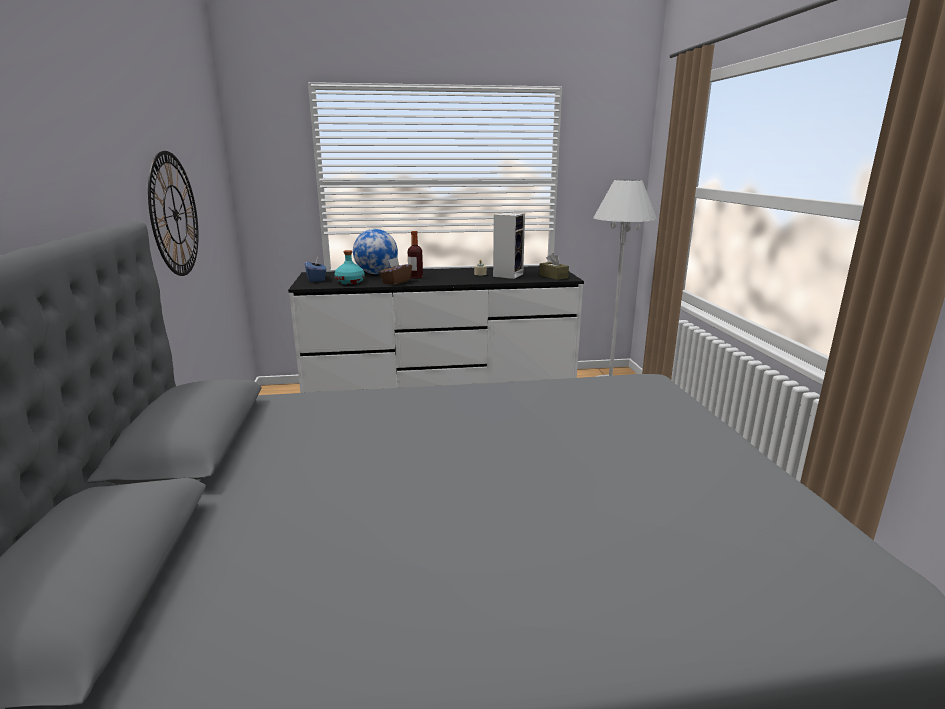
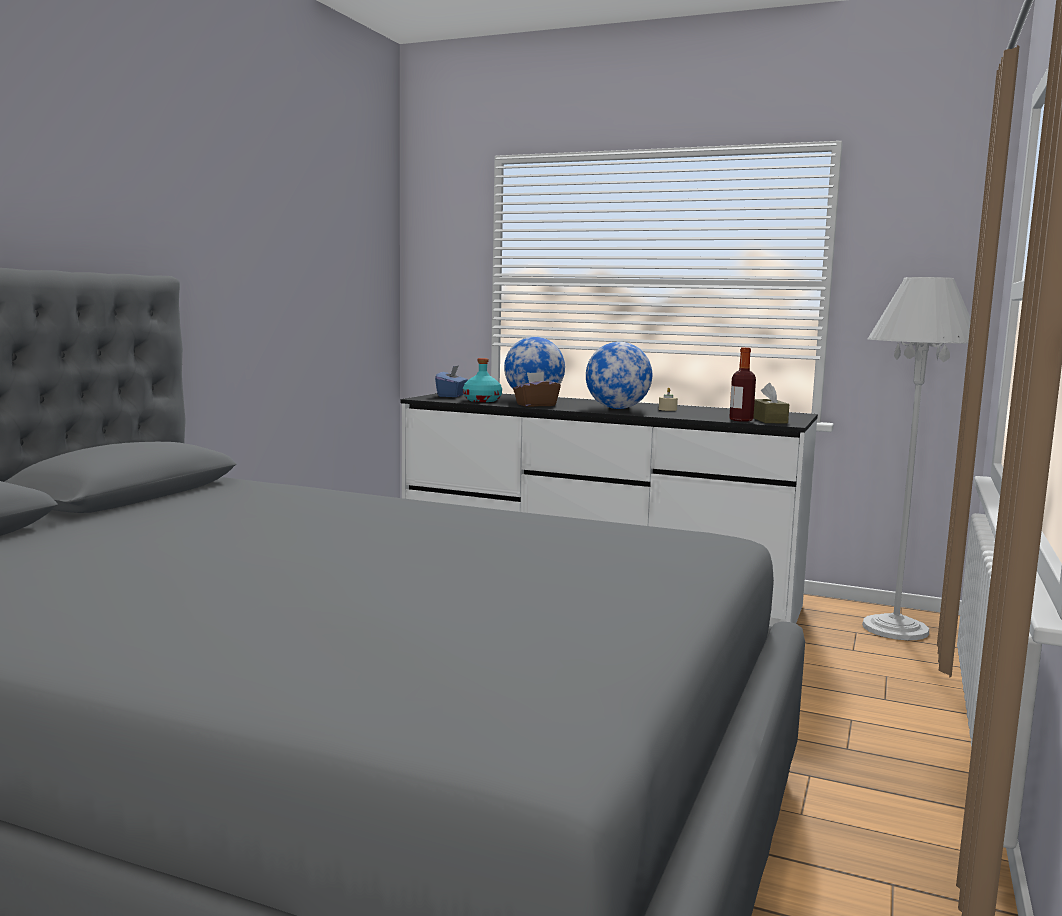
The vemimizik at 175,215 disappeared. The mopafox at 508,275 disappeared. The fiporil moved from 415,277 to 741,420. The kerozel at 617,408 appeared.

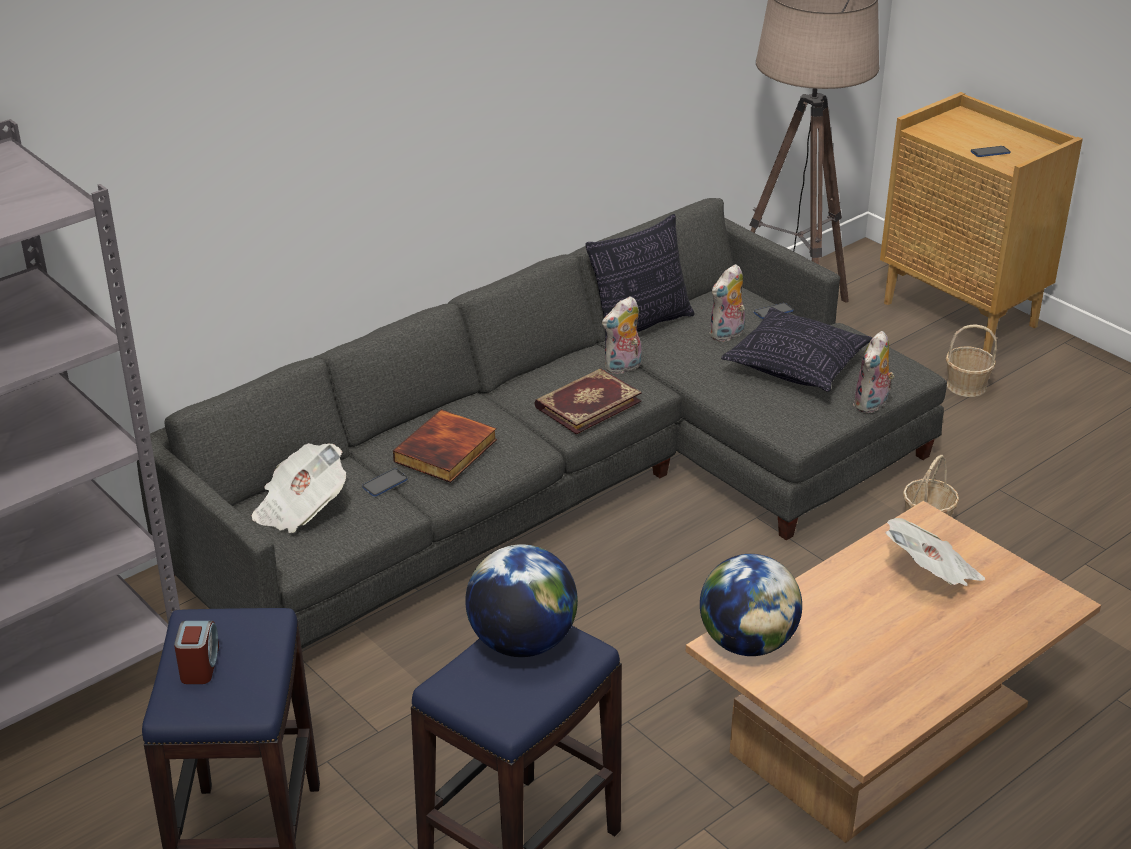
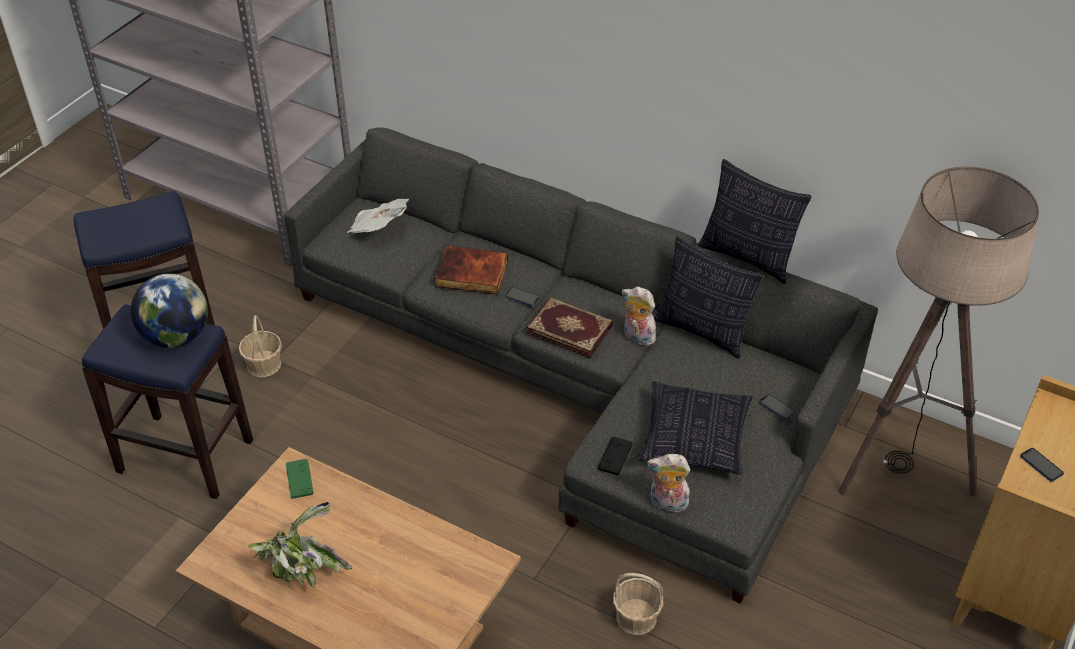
The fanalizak at 727,335 disappeared. The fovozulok moved from 966,386 to 264,364. The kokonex moved from 385,483 to 522,297. The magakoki at 931,575 disappeared. The kerozel at 747,643 was replaced by the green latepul at 299,479. The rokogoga at 200,665 disappeared. The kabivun at 747,257 appeared. The black latepul at 615,456 appeared. The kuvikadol at 300,572 appeared.

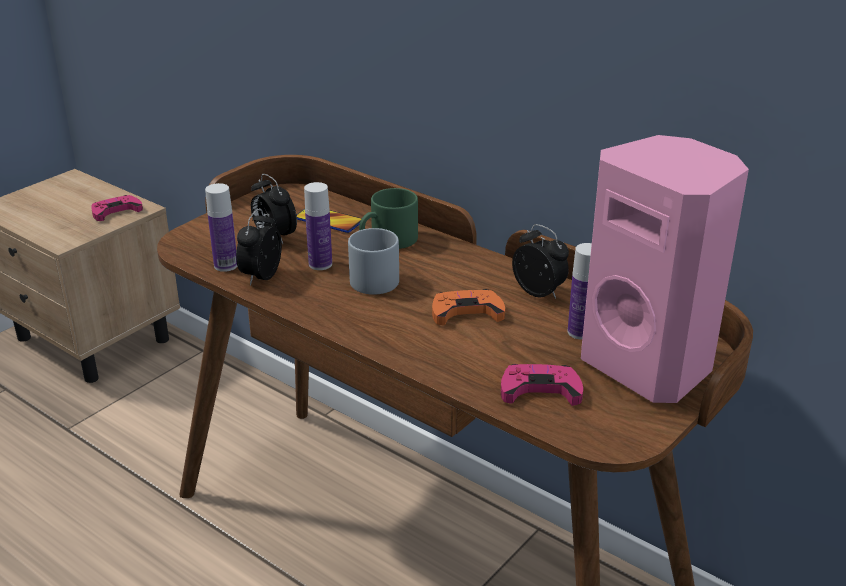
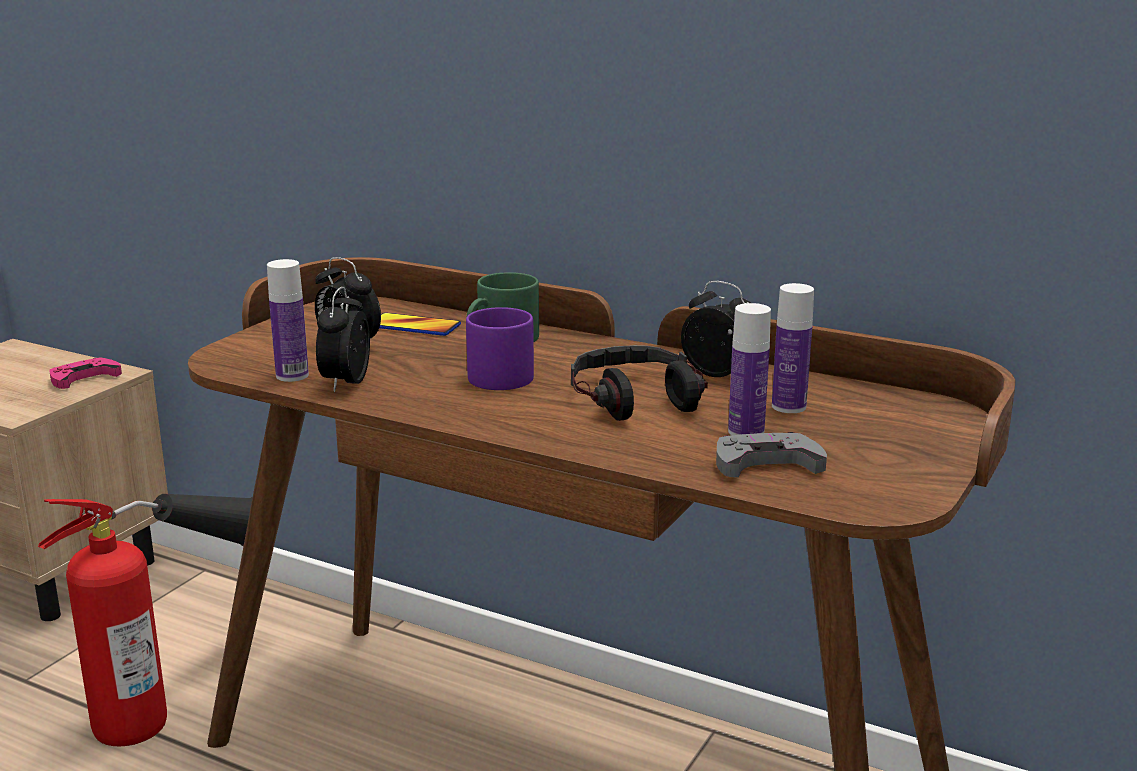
The pink mopafox at 649,366 disappeared. The fiporil moved from 320,264 to 746,432. The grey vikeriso at 372,277 became the purple vikeriso at 495,374. The orange latepul at 466,312 was replaced by the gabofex at 635,398. The pink latepul at 540,390 became the grey latepul at 766,463. The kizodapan at 183,691 appeared.

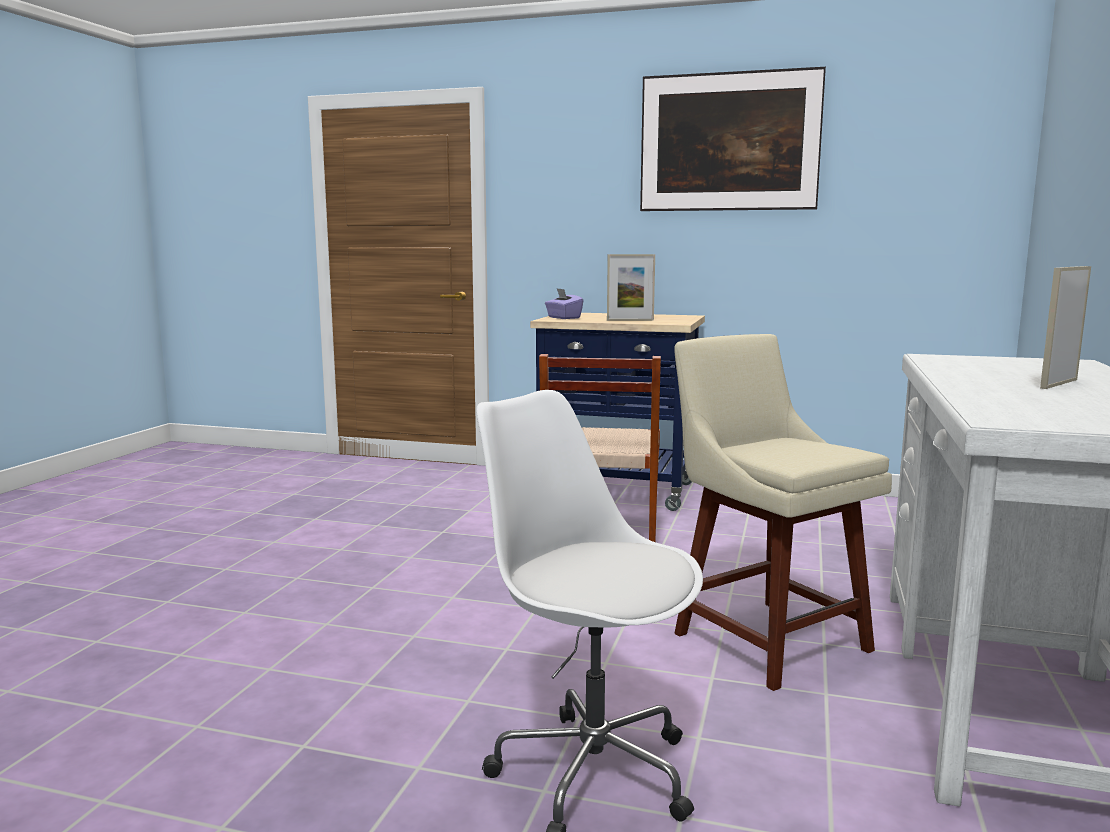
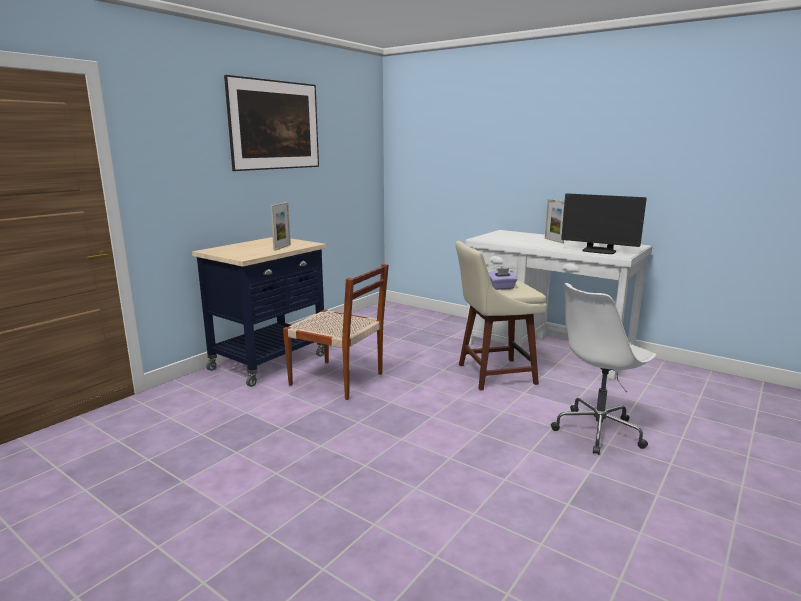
The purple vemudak moved from 563,318 to 501,288. The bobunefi at 599,251 appeared.

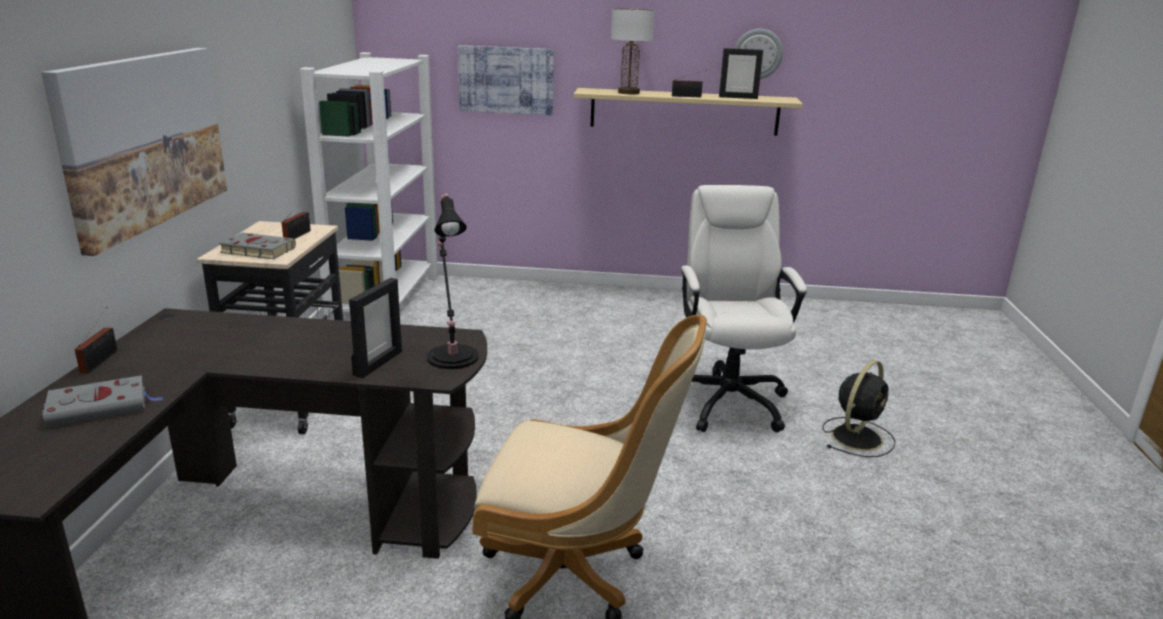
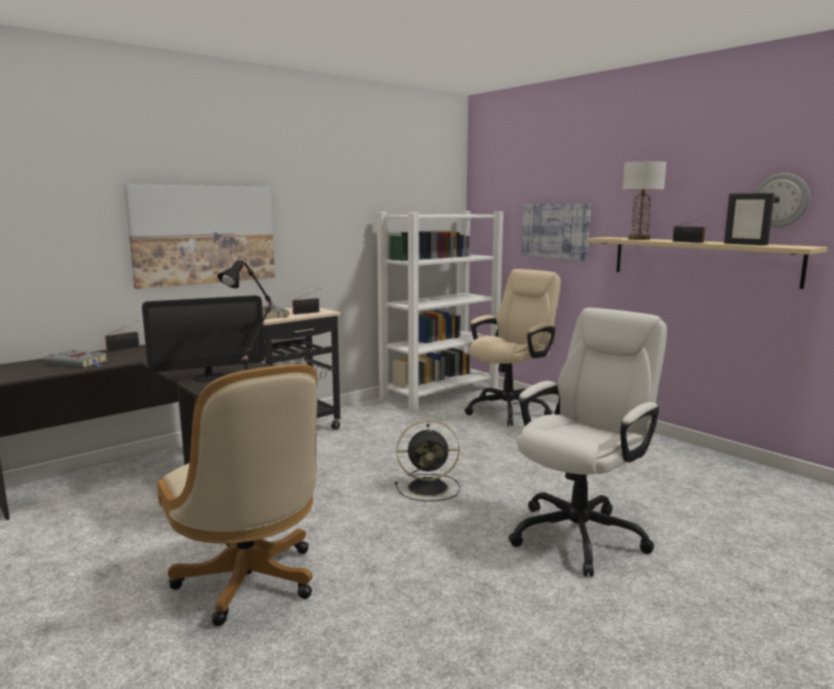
The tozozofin at 378,363 was replaced by the bobunefi at 209,377. The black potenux moved from 857,437 to 430,487. The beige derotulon at 510,410 appeared.

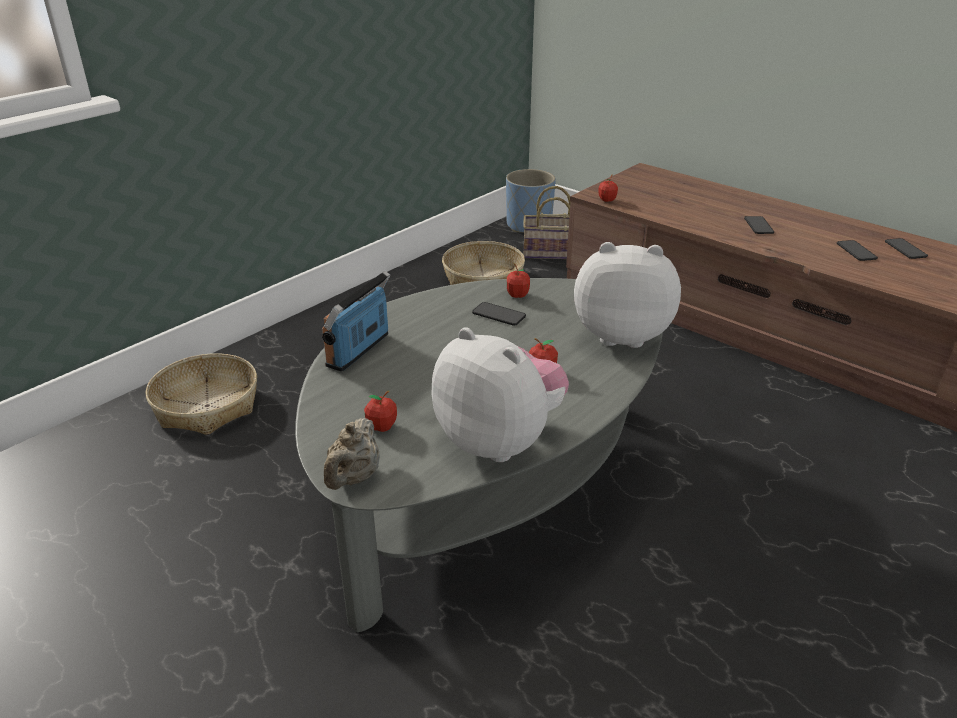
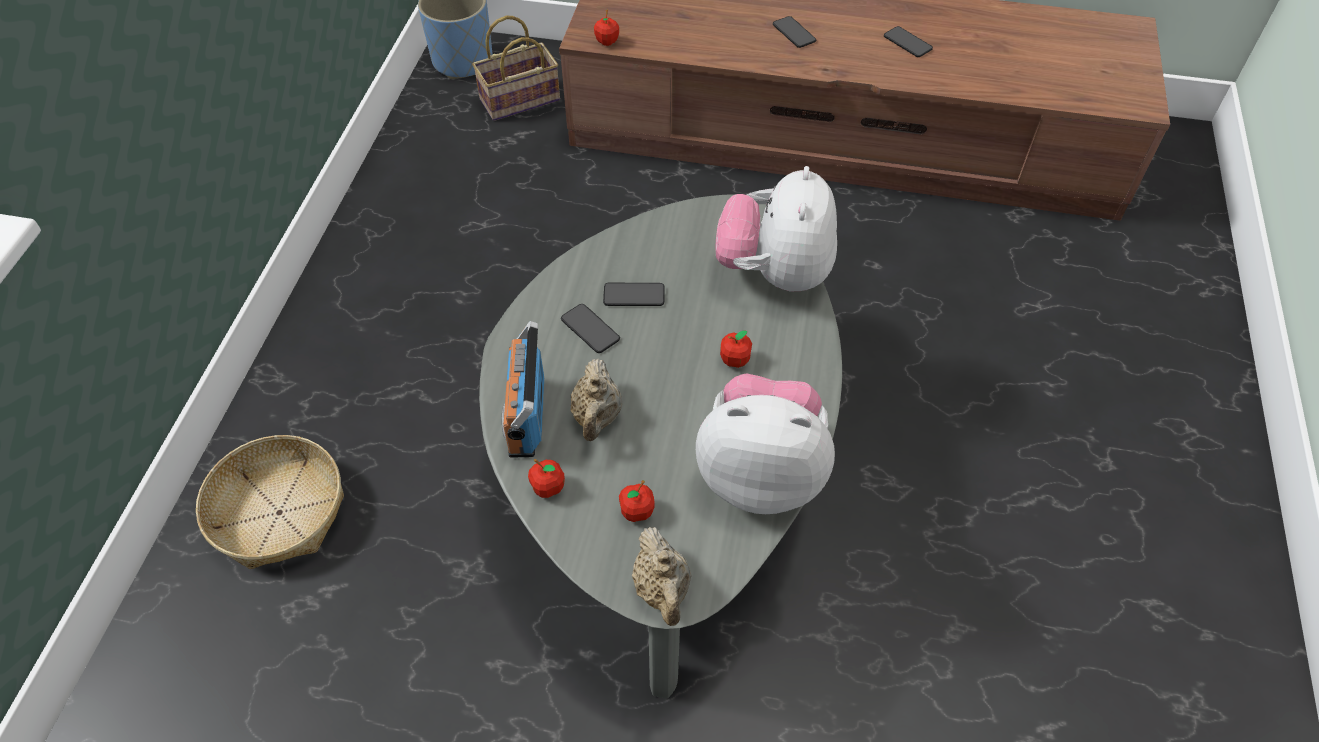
The kokonex moved from 905,249 to 590,329. The fovozulok at 483,278 disappeared. The fanalizak at 621,334 turned 60 degrees counterclockwise. The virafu moved from 517,295 to 548,488. The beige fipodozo at 597,417 appeared.

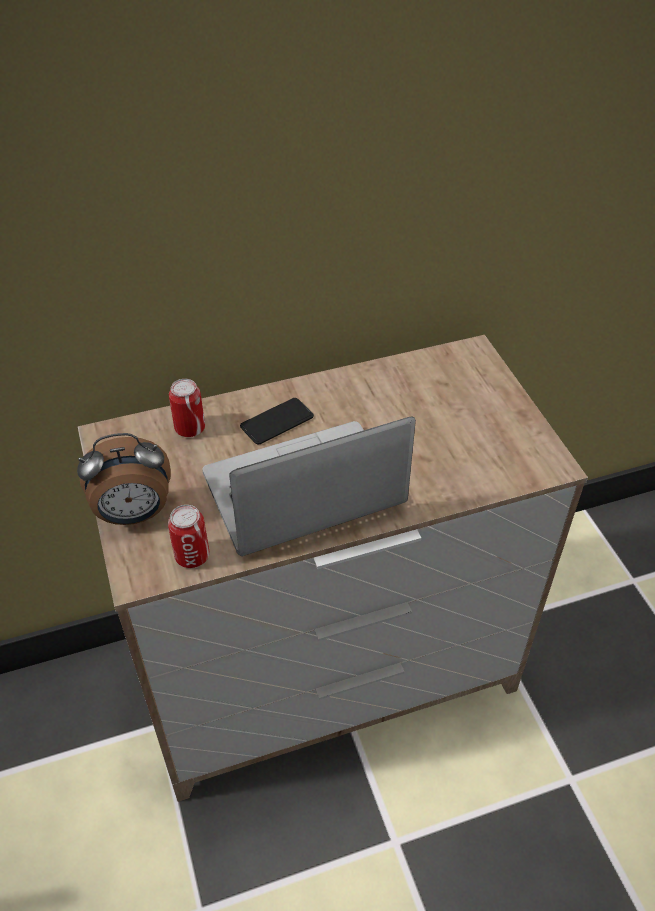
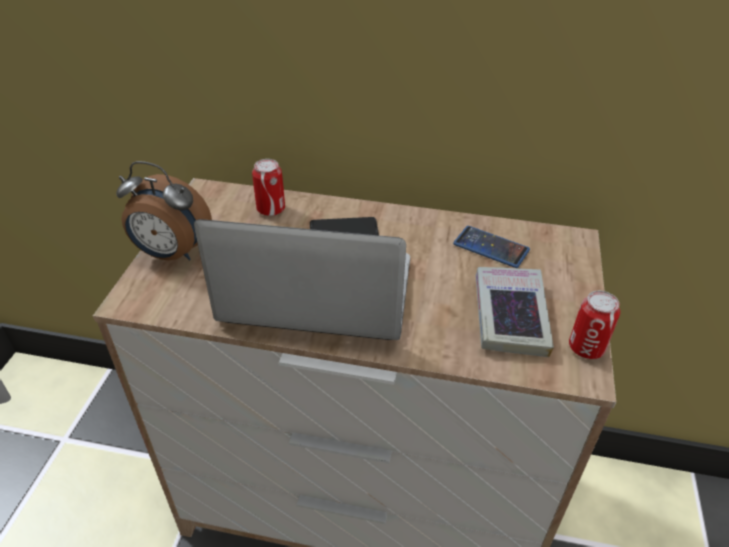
The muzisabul moved from 192,556 to 586,348. The kokonex at 491,247 appeared. The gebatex at 510,316 appeared.

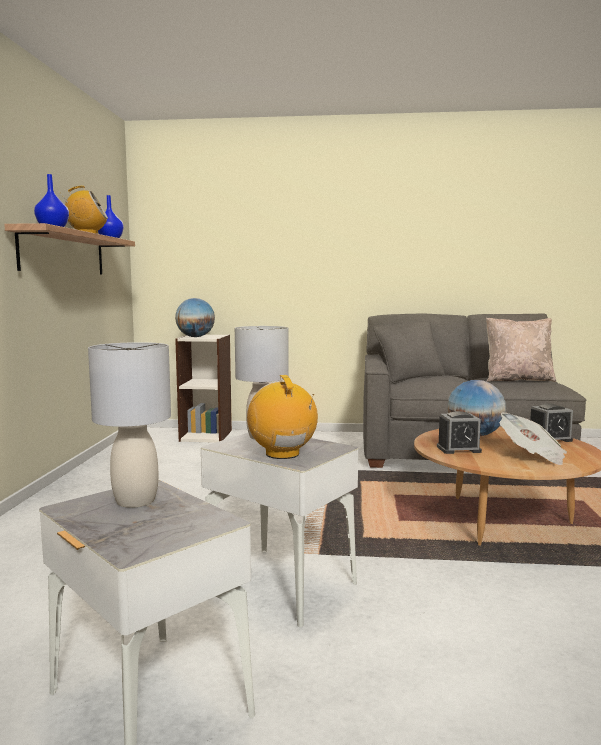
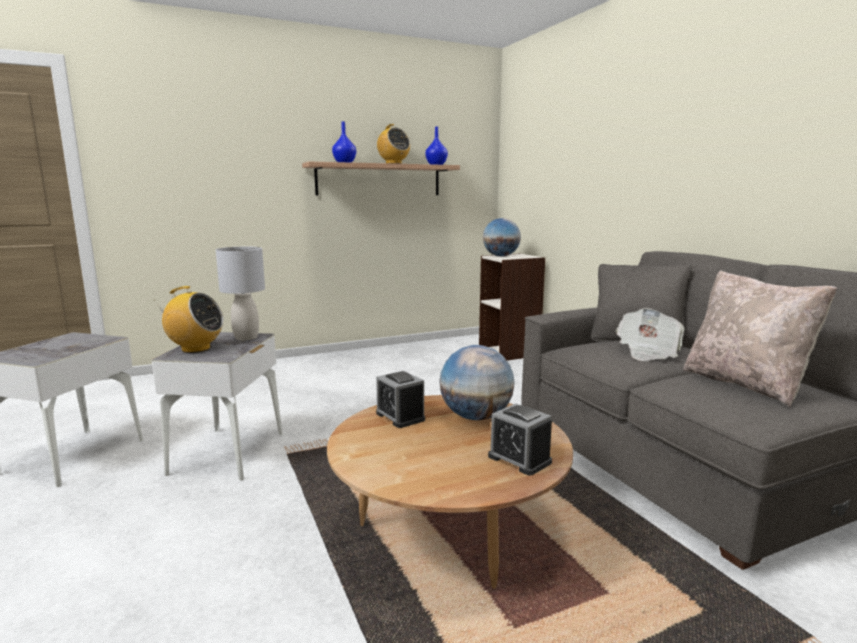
The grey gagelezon at 135,501 disappeared. The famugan at 283,454 turned 60 degrees clockwise. The magakoki moved from 532,456 to 647,352.

